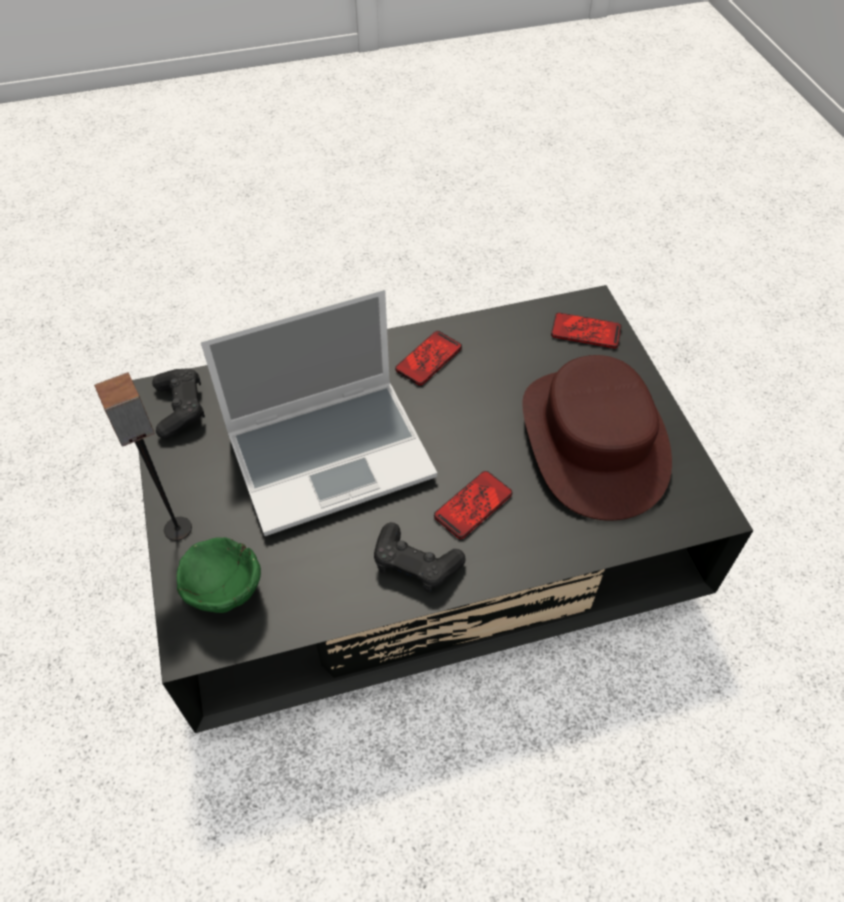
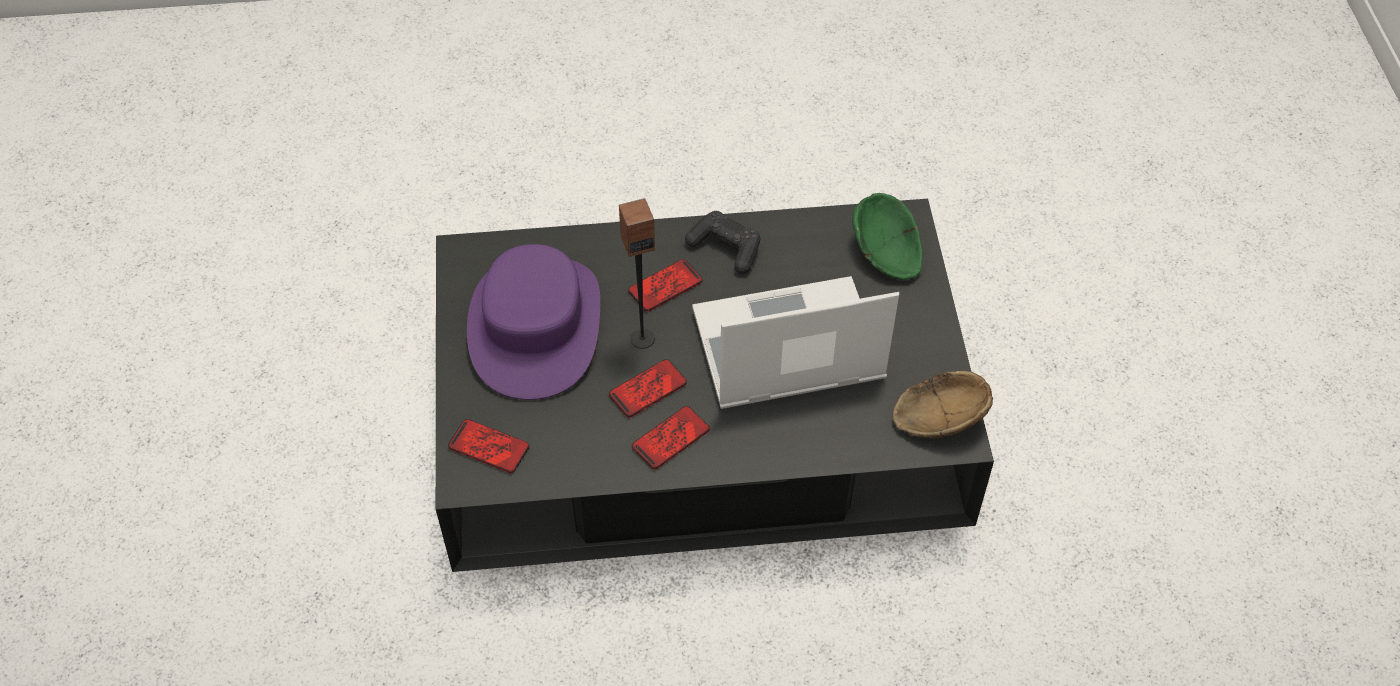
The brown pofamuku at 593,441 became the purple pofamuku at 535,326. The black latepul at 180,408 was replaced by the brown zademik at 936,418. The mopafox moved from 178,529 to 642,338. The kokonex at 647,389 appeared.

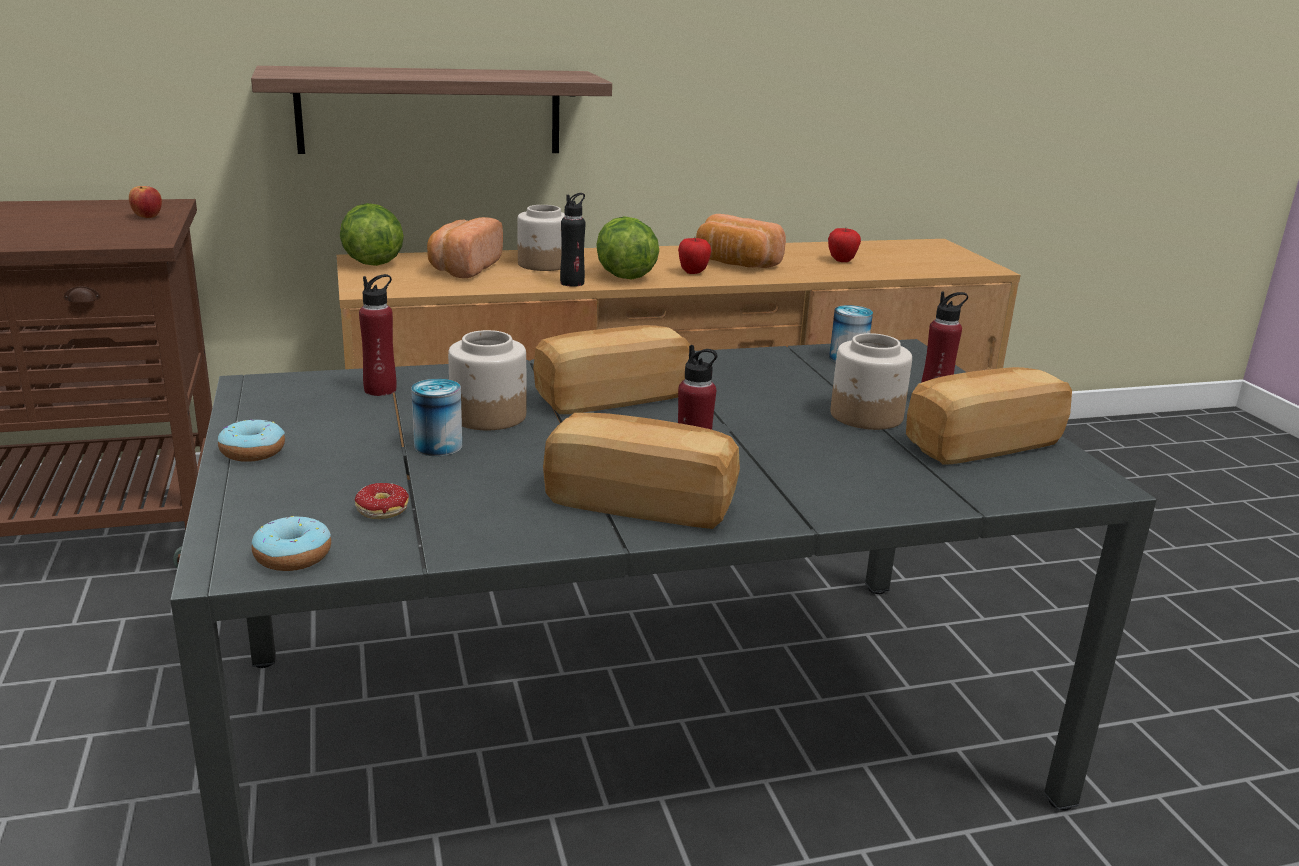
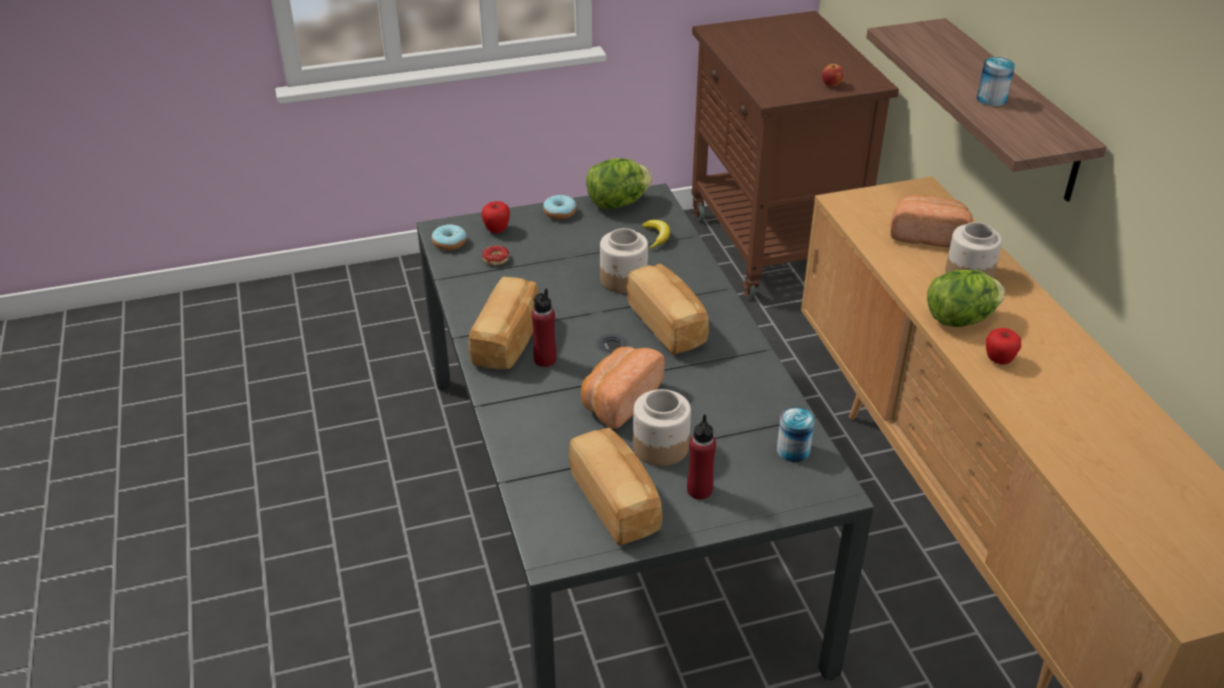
The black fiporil at 572,283 disappeared. The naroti moved from 372,262 to 617,203. The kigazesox moved from 735,264 to 619,400. The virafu moved from 842,261 to 497,230. The red fiporil at 380,390 was replaced by the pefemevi at 656,237. The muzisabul moved from 438,446 to 991,99.

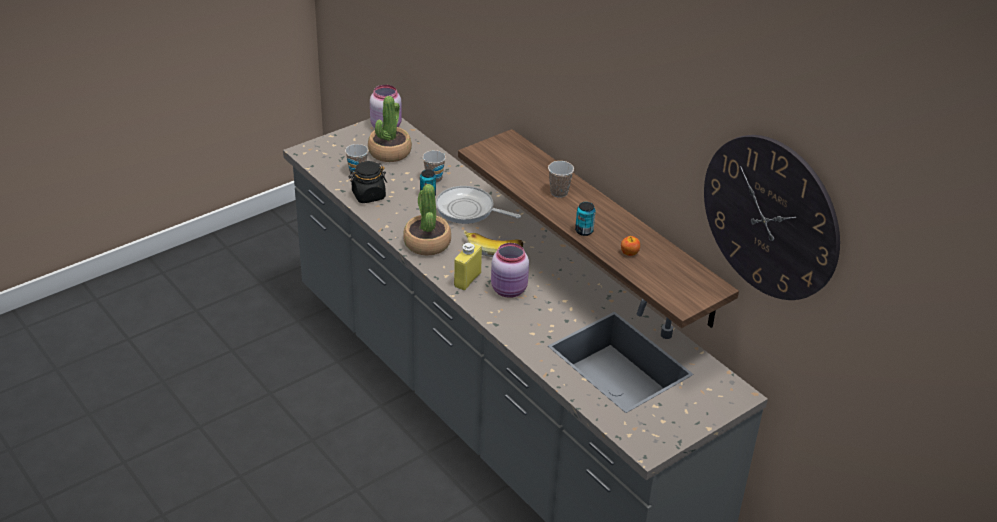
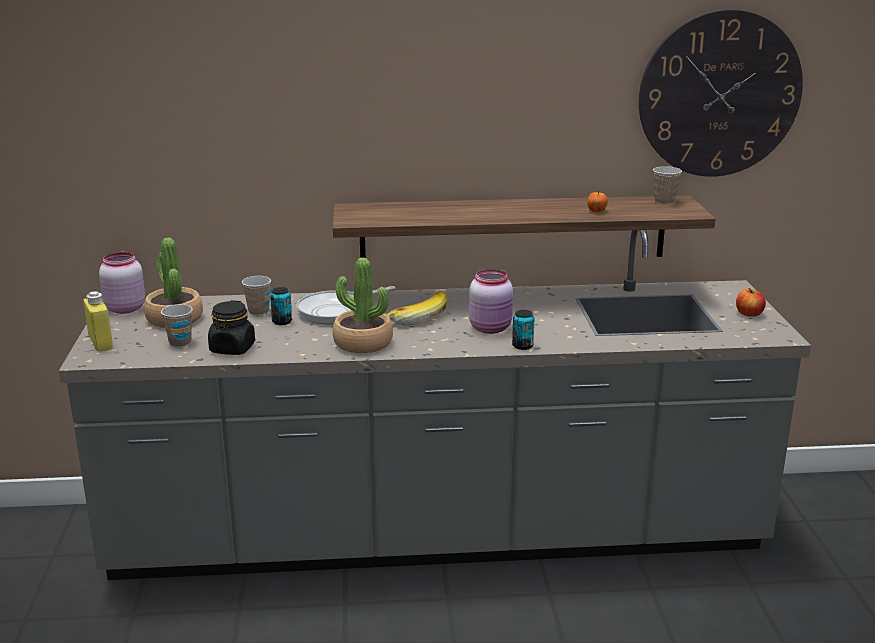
The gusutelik moved from 559,192 to 664,201. The muzisabul moved from 584,231 to 522,346. The yellow fiporil moved from 467,280 to 100,342. The virafu at 749,314 appeared.

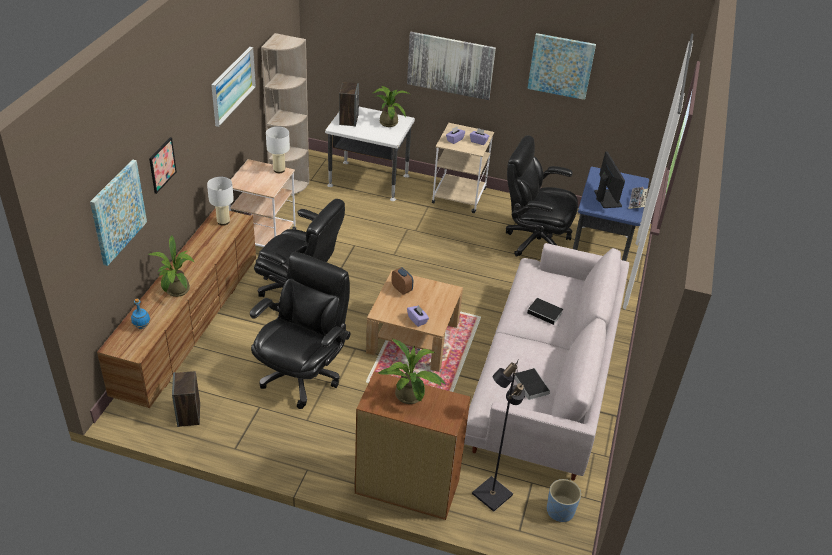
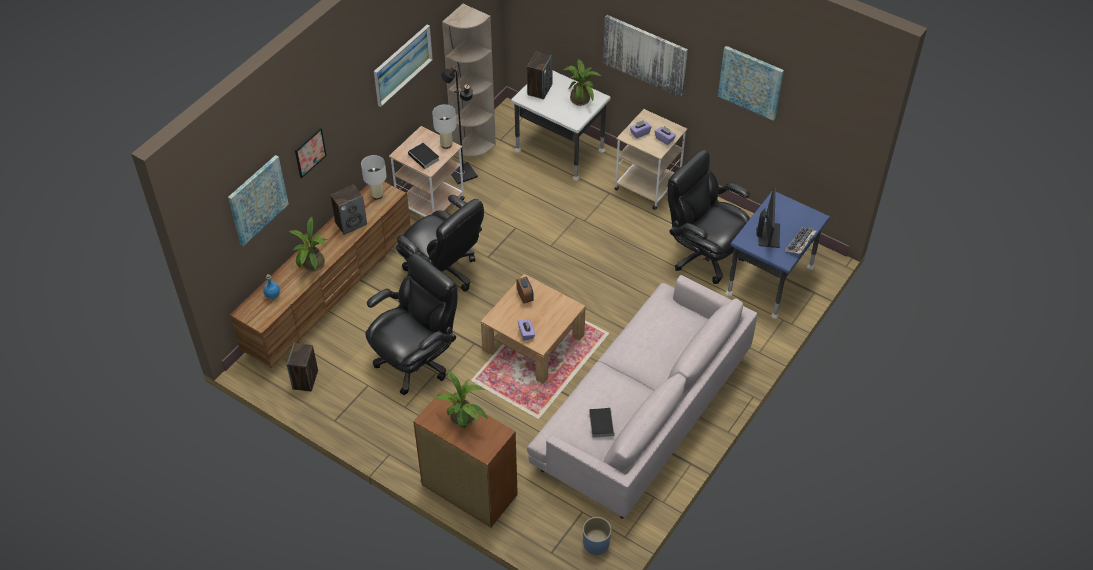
The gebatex moved from 546,313 to 424,158. The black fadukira moved from 492,494 to 463,173. The mopafox at 351,223 appeared.

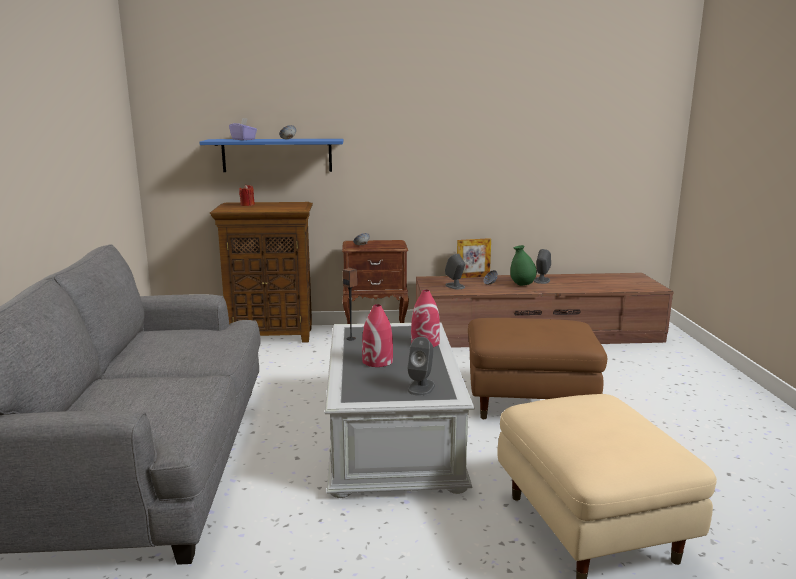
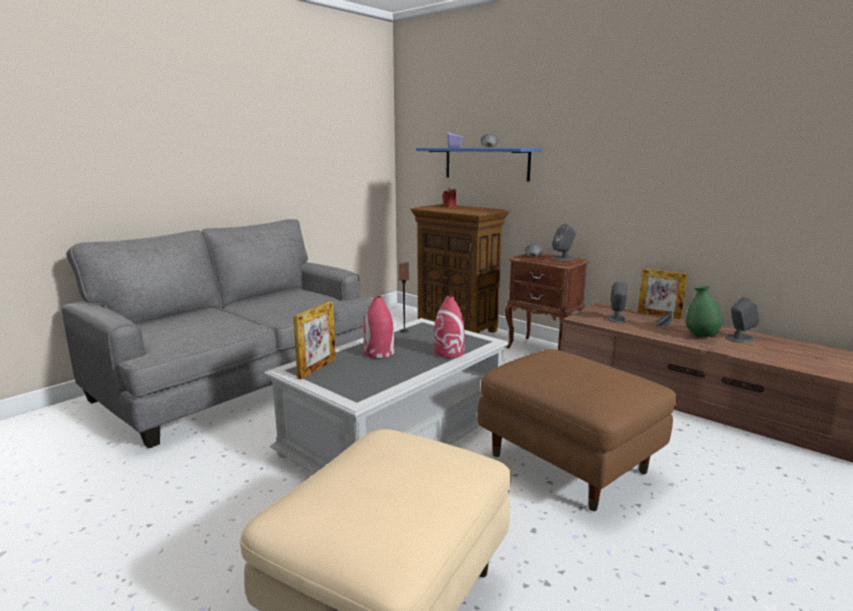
The grey mopafox moved from 421,387 to 563,258. The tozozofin at 317,368 appeared.

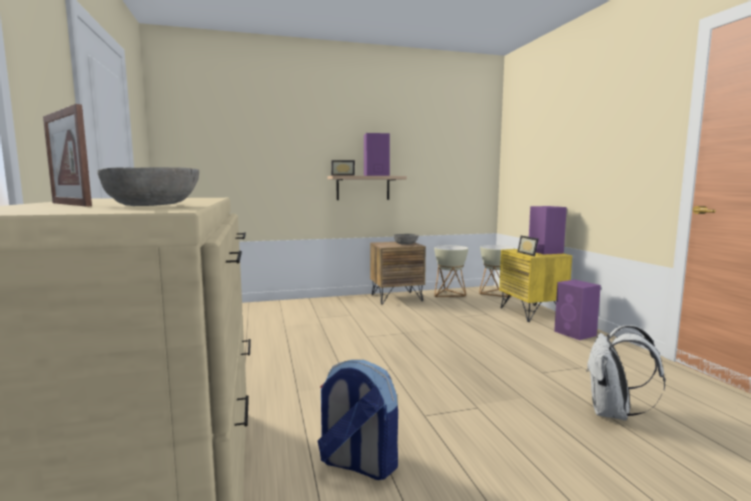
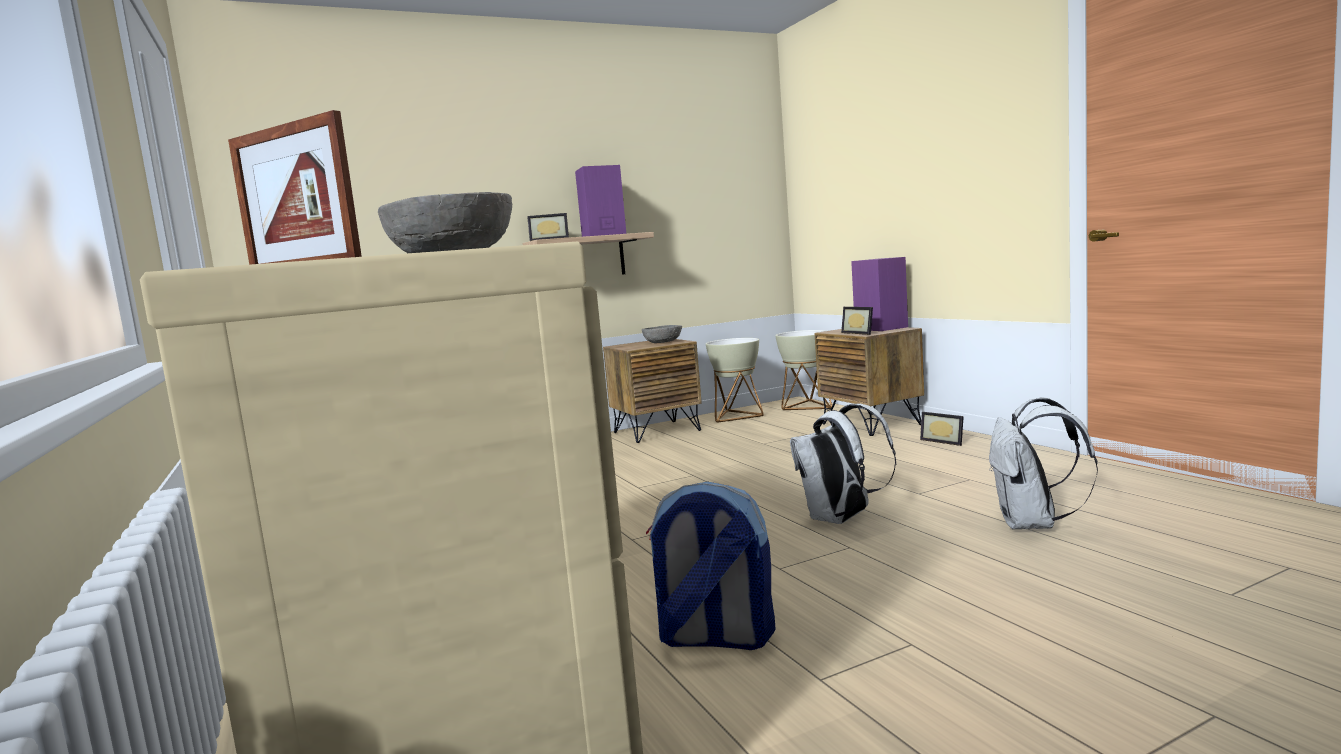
The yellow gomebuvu at 532,313 became the brown gomebuvu at 872,424. The purple mopafox at 575,333 was replaced by the tozozofin at 944,441. The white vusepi at 841,519 appeared.

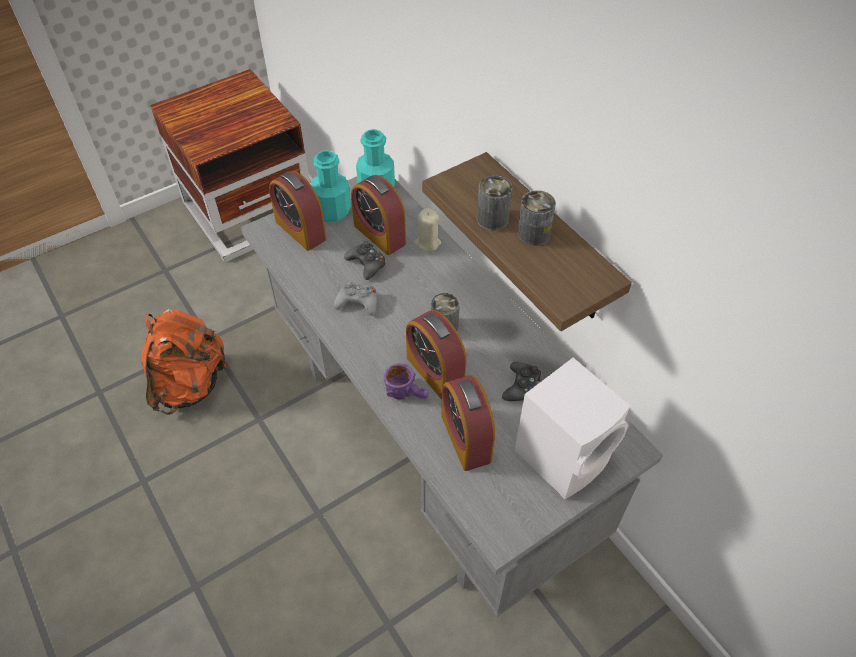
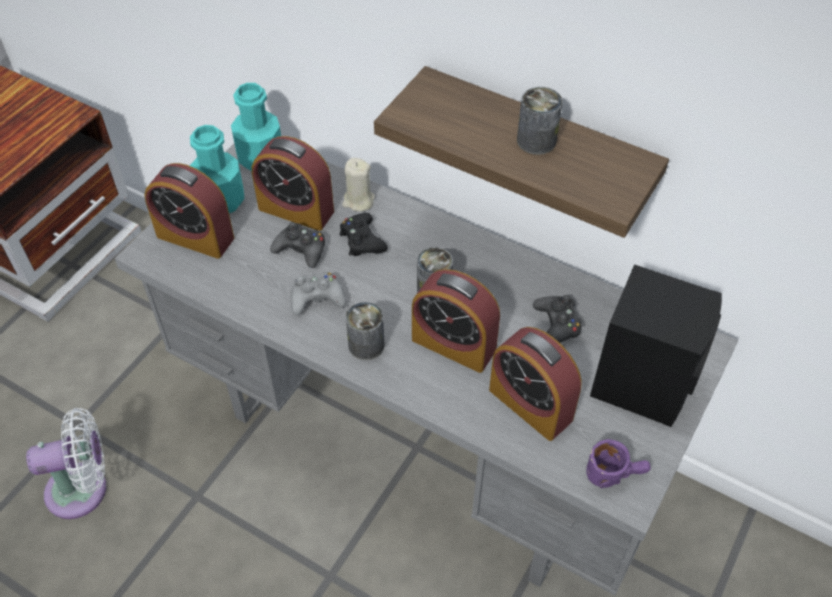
The muzisabul moved from 492,219 to 366,345. The orange vusepi at 190,384 was replaced by the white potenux at 83,489. The white mopafox at 564,455 became the black mopafox at 643,380. The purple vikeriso moved from 408,393 to 614,473. The black latepul at 362,240 appeared.

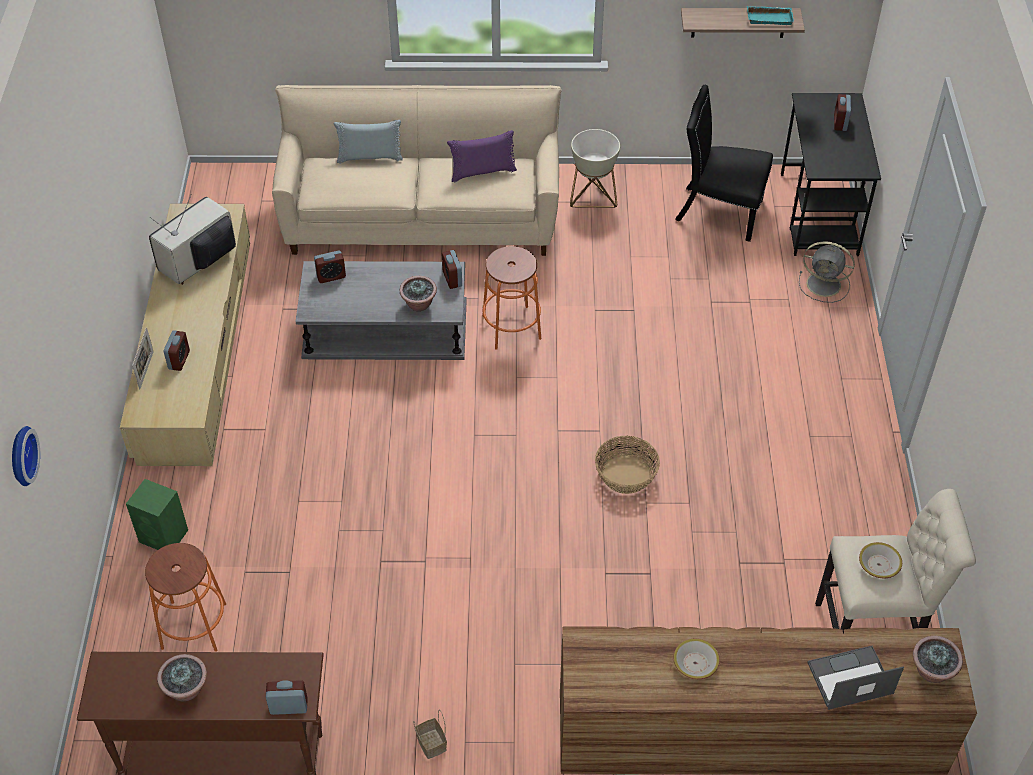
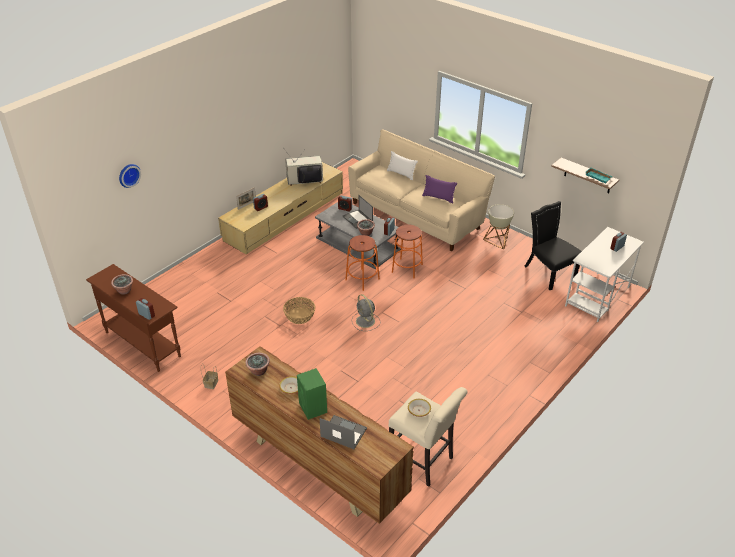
The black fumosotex at 819,214 became the white fumosotex at 597,297. The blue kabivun at 370,157 became the white kabivun at 401,174. The grey potenux moved from 825,285 to 365,322. The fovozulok moved from 625,475 to 299,316. The green mopafox moved from 164,536 to 313,408. The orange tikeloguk moved from 194,626 to 362,279. The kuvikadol moved from 931,672 to 258,371. The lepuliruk at 358,219 appeared.

